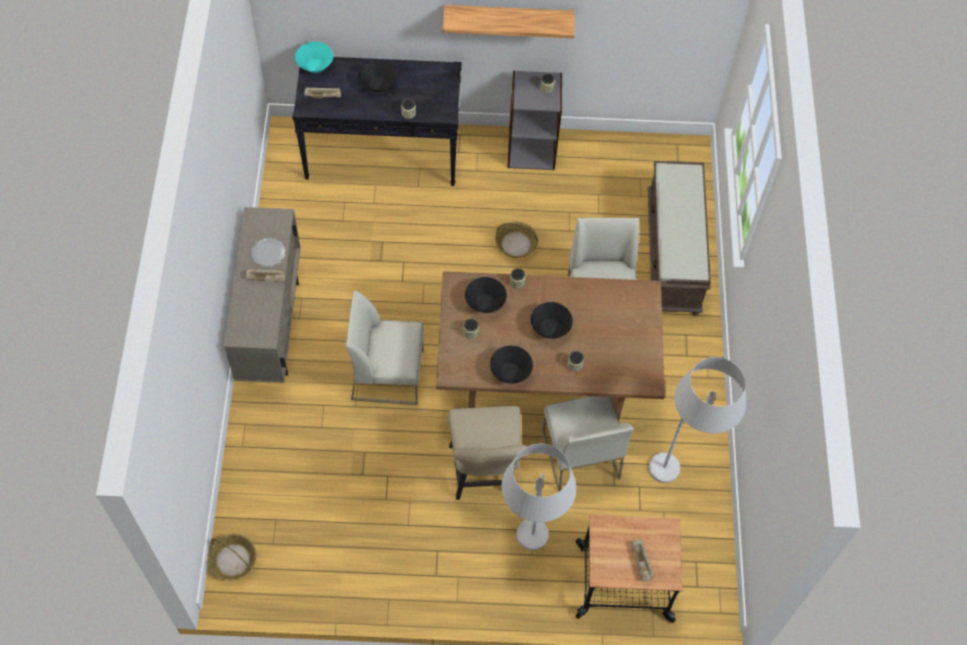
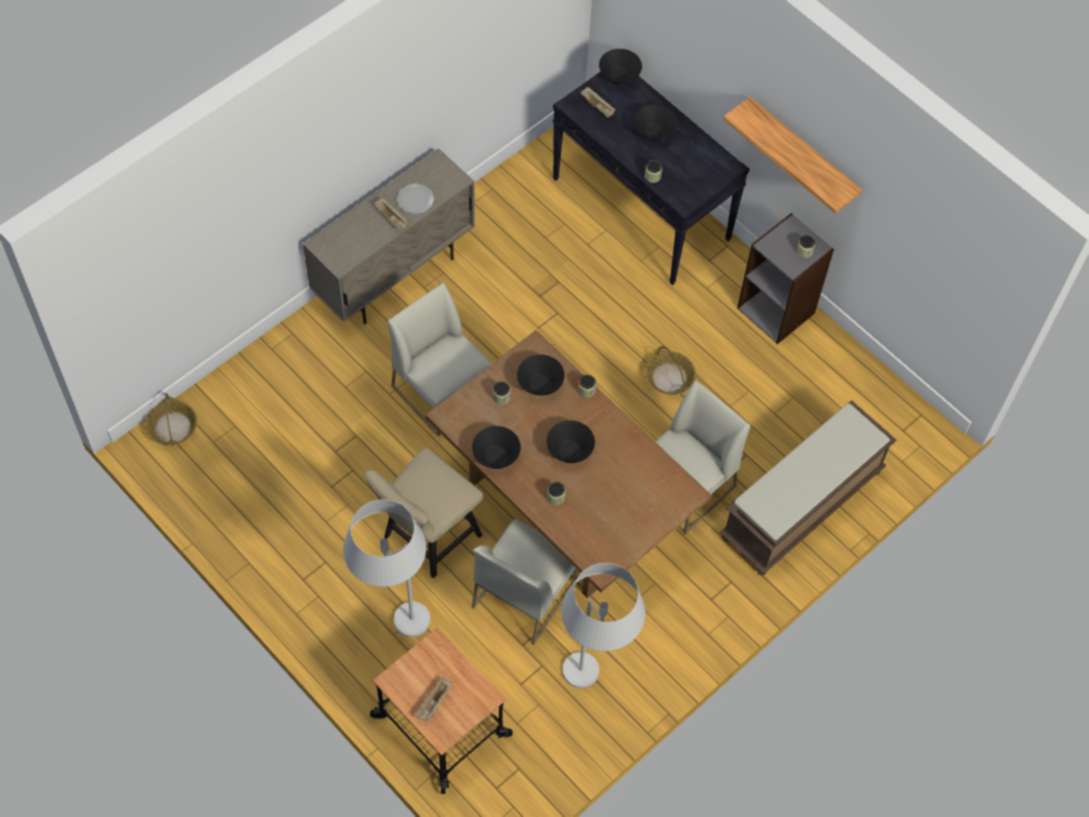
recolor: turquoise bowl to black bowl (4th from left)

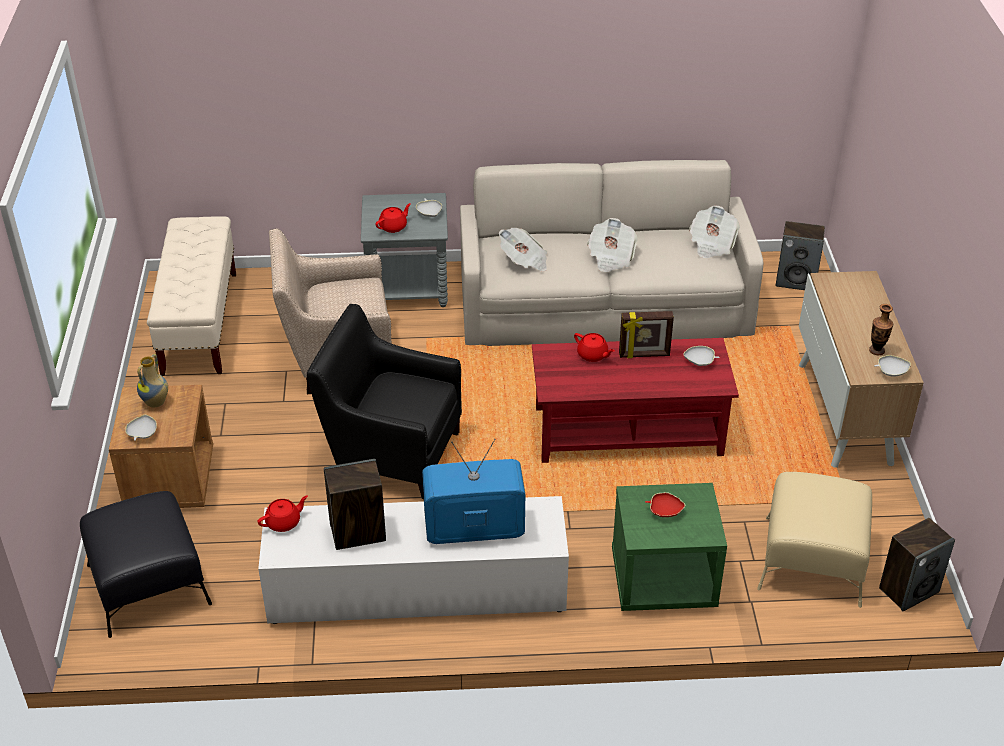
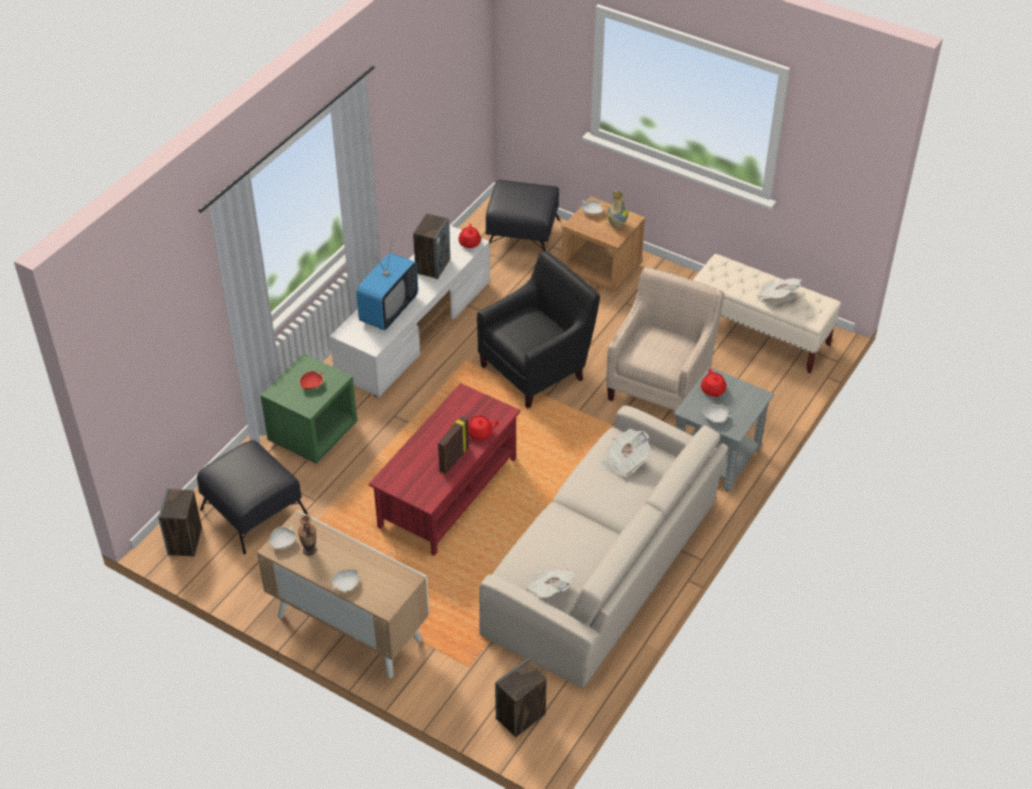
move: white bowl (3rd from left in the first image) to white bowl (2nd from left); newspaper (2nd from left in the first image) to newspaper (3rd from left)
recolor: beige ottoman to black ottoman (1st from left)

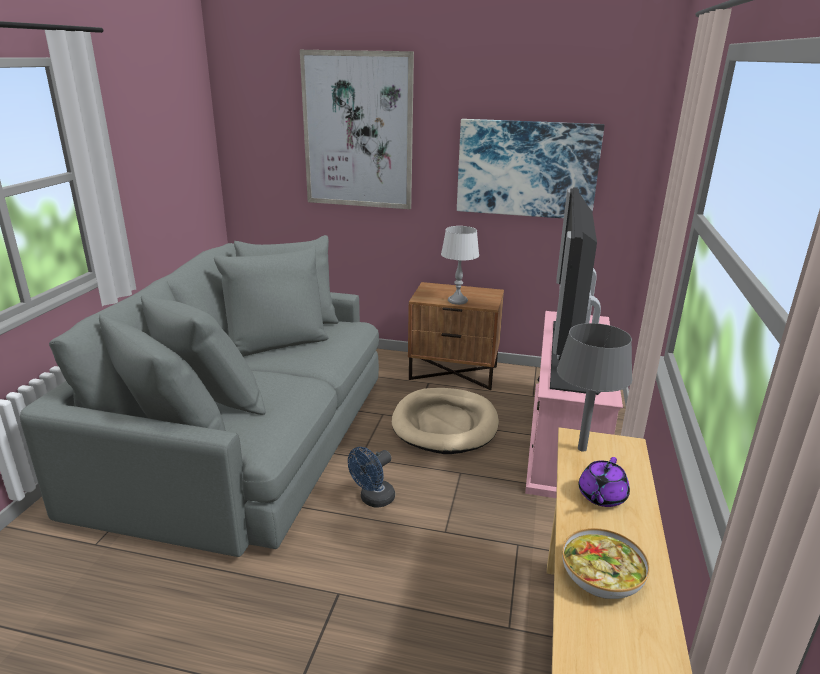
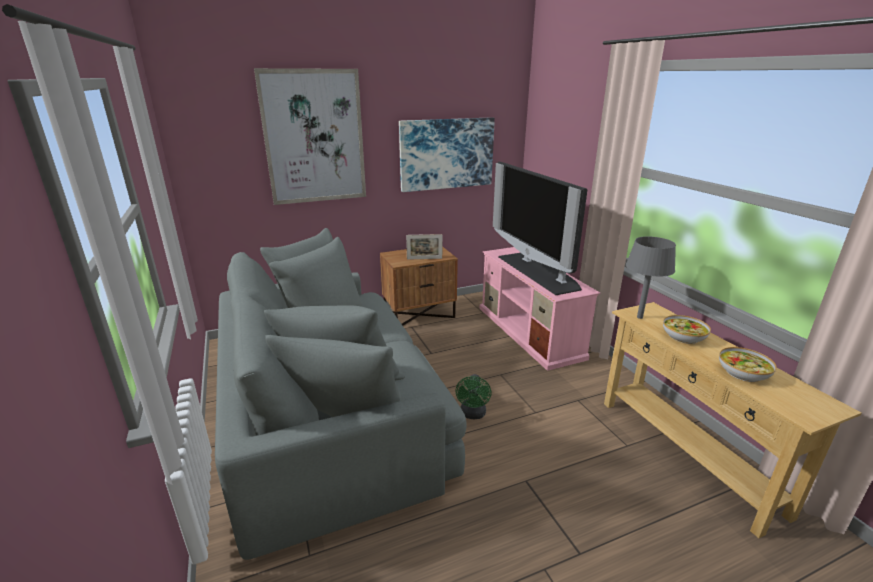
delete: beige dog bed
replace: grey table lamp (1st from left) to picture frame; purple teapot to bowl (1st from left)
recolor: blue fan to green fan

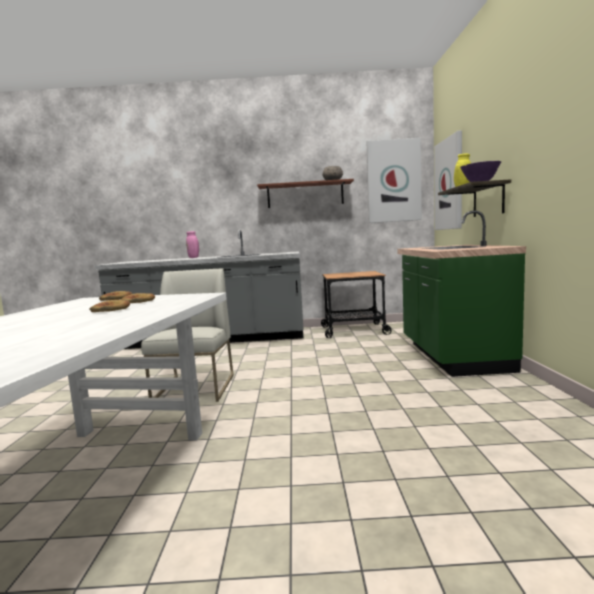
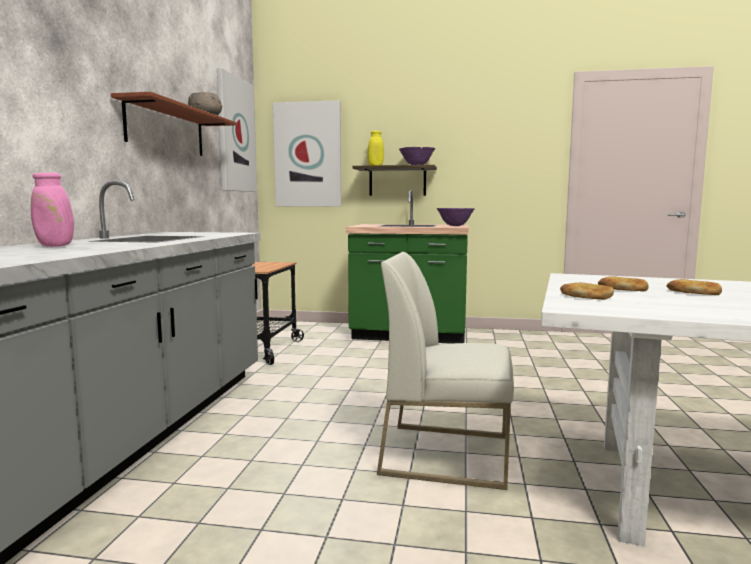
insert: purple bowl (2nd from left)

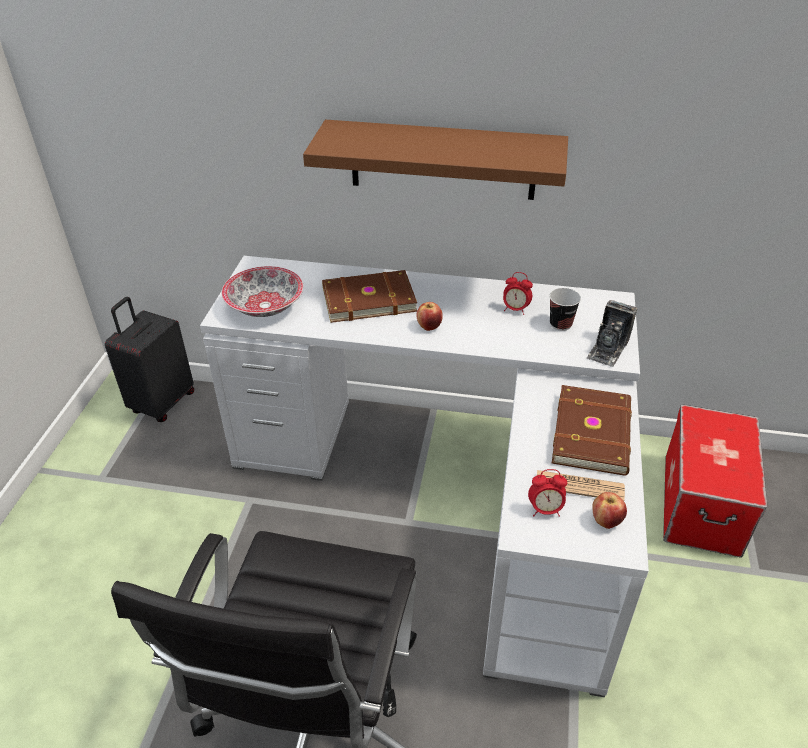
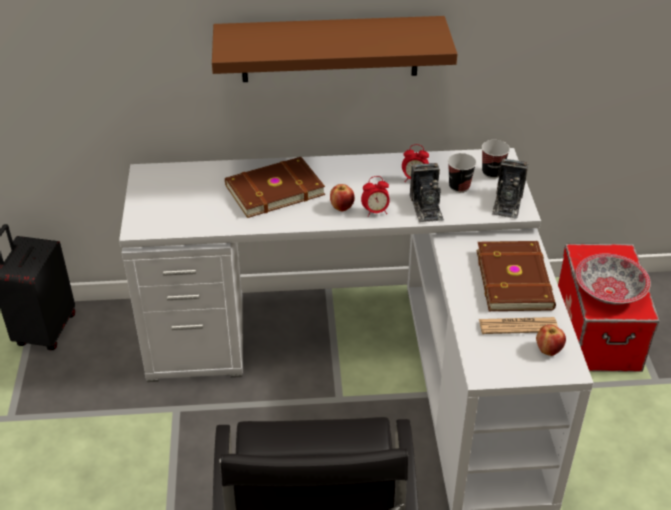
insert: photo camera (1st from left); cup (2nd from left)
move: alarm clock (2nd from left in the first image) to alarm clock (1st from left); bowl

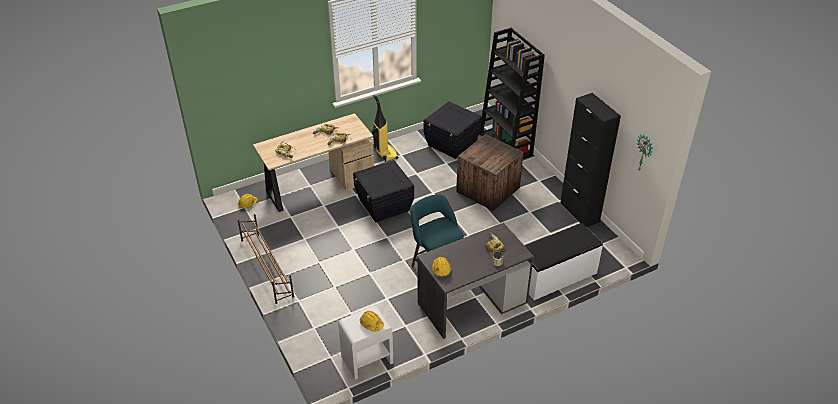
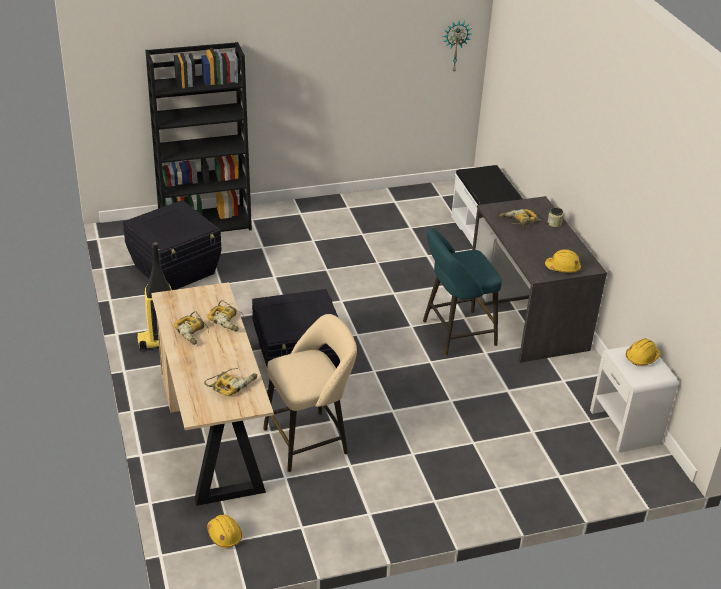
delete: brown shoe rack; crate; black cabinet
insert: beige stool

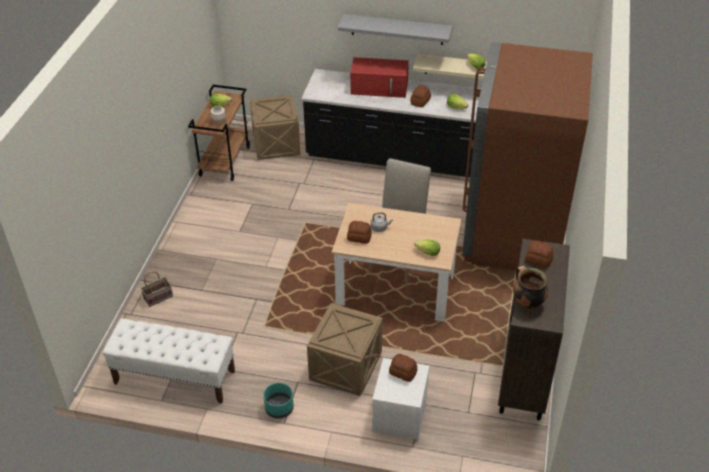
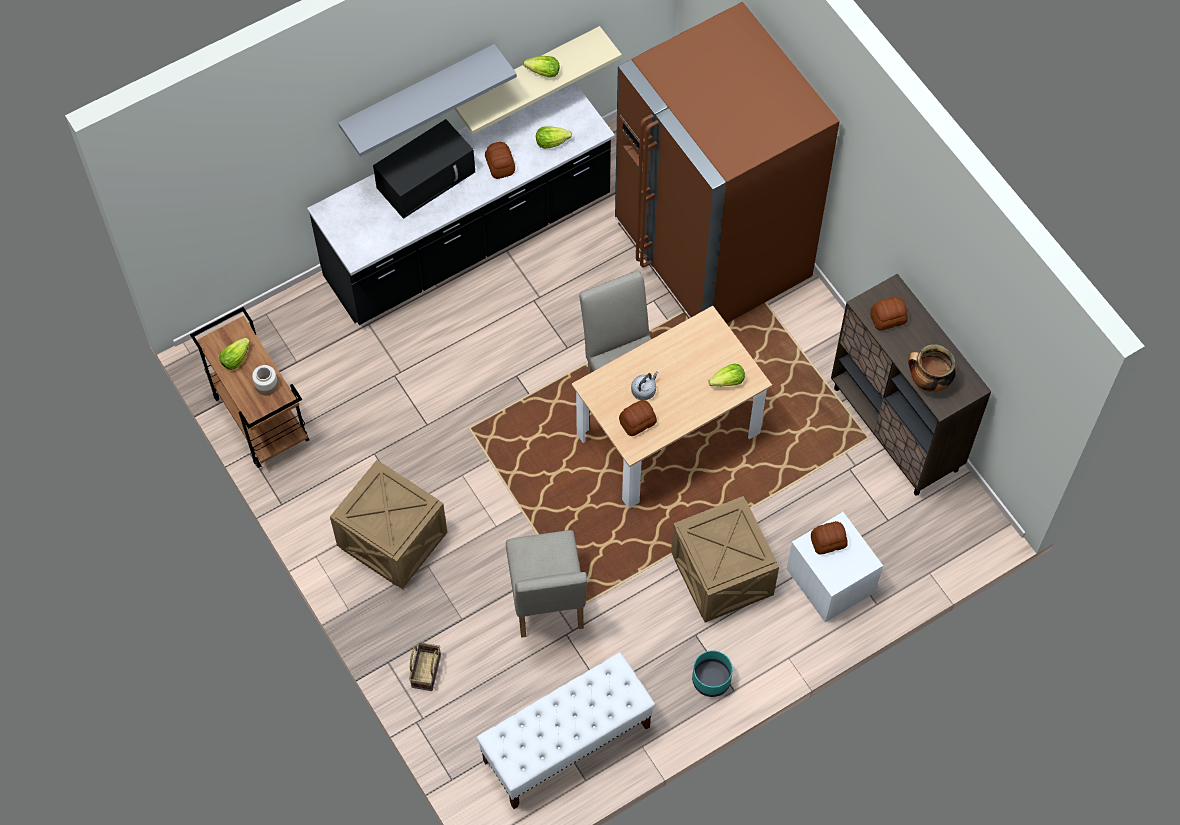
insert: beige chair (1st from left)
move: crate (1st from left)
recolor: red microwave to black microwave

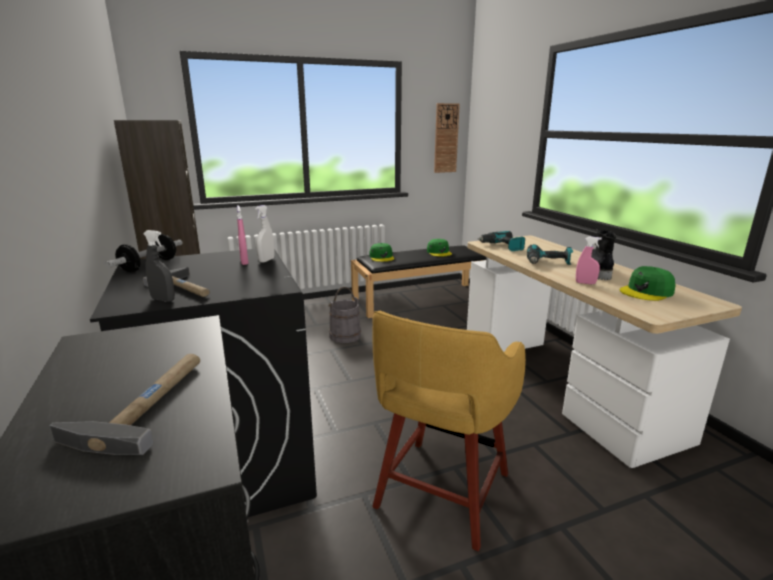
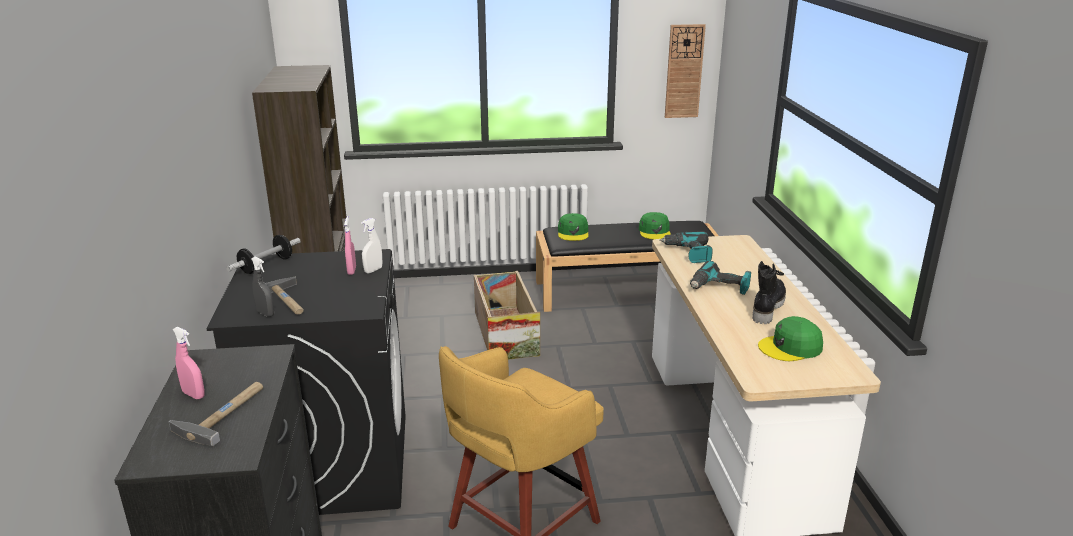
move: pink spray bottle (2nd from left in the first image) to pink spray bottle (1st from left)
replace: grey bucket to crate

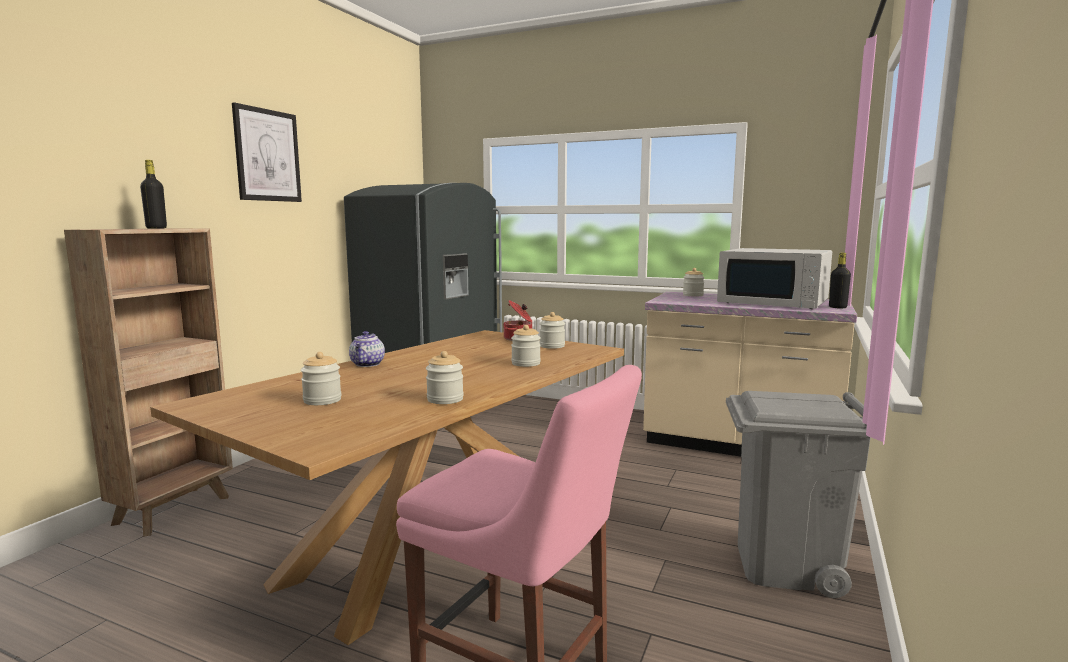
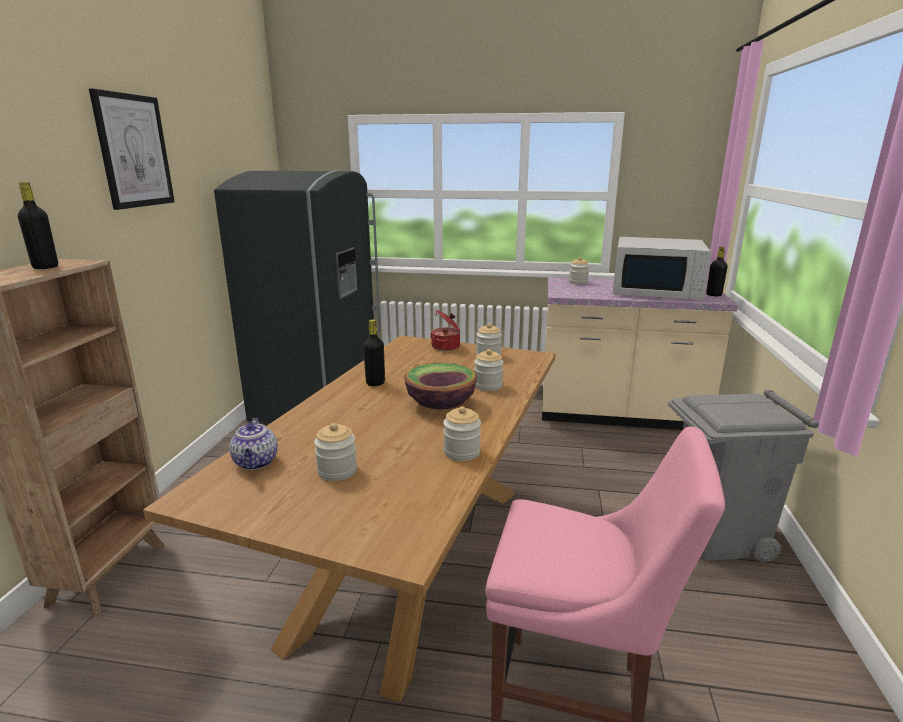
insert: black bottle (2nd from left); bowl
move: teapot

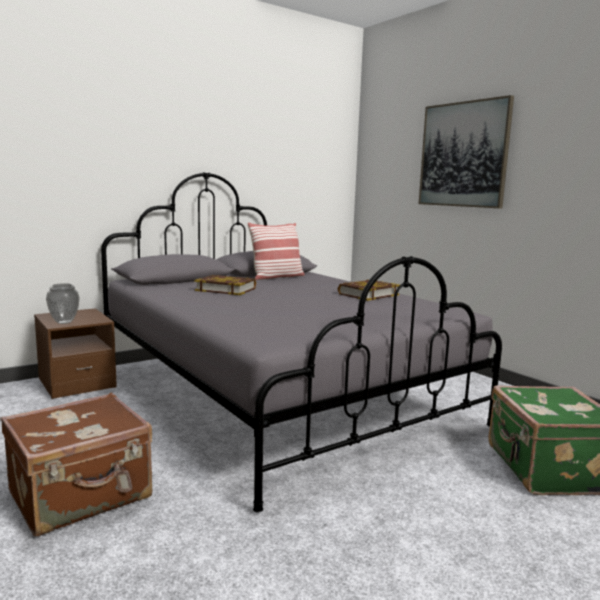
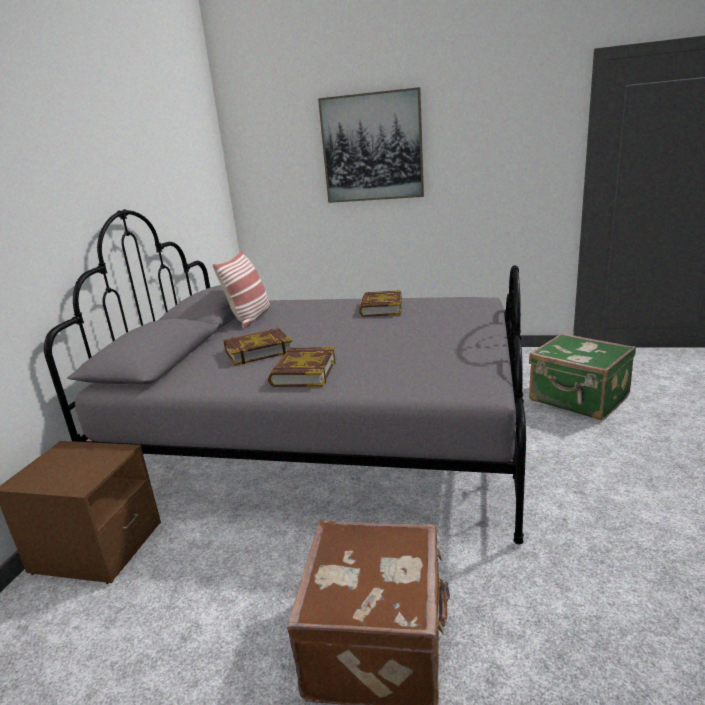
delete: vase
insert: book (2nd from left)

